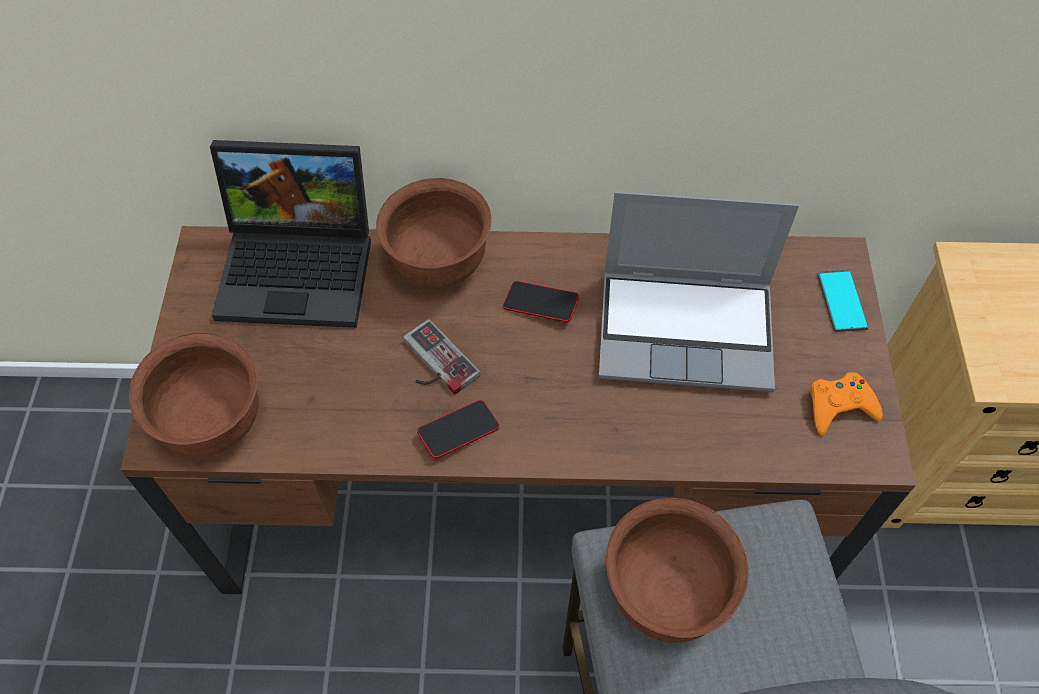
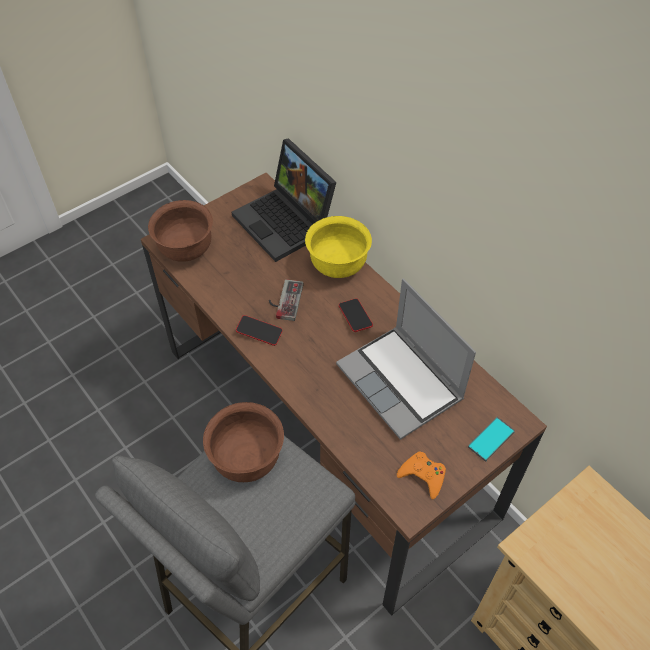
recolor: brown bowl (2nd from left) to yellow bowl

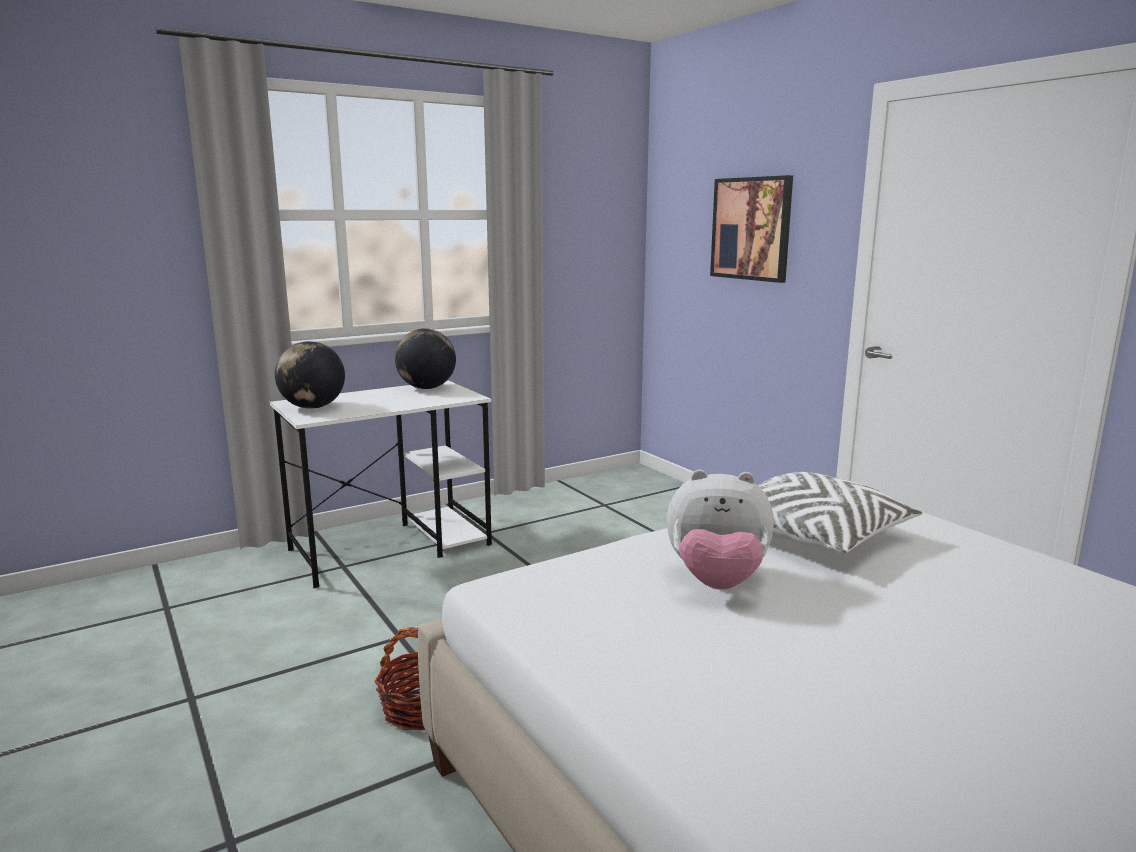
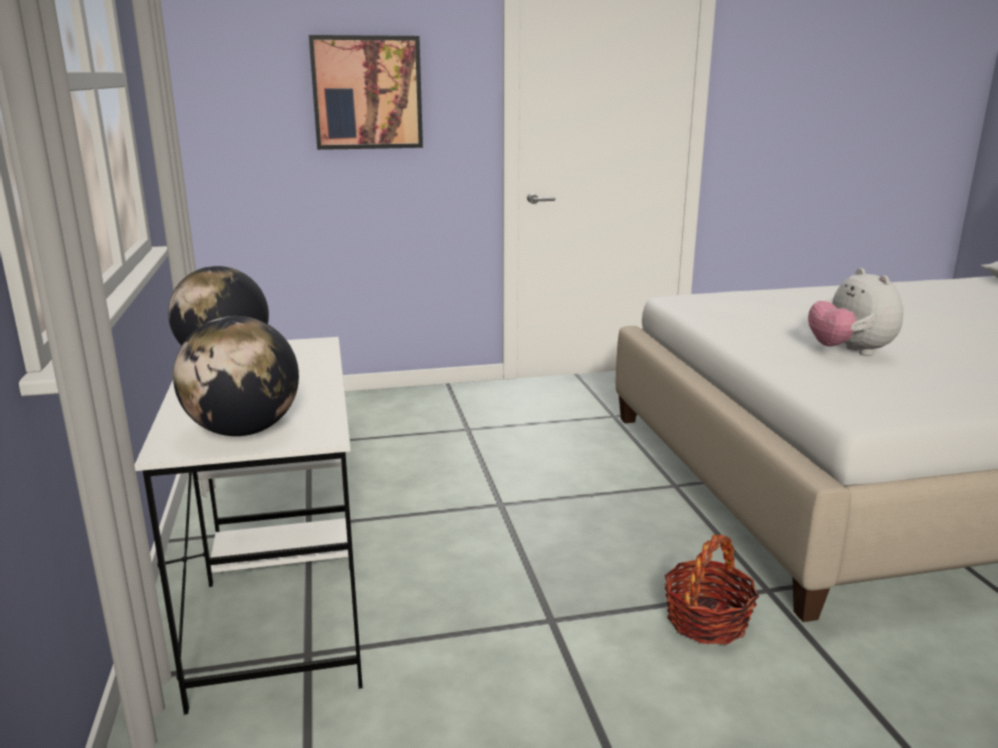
delete: white pillow
rotate: plush toy 135 degrees clockwise

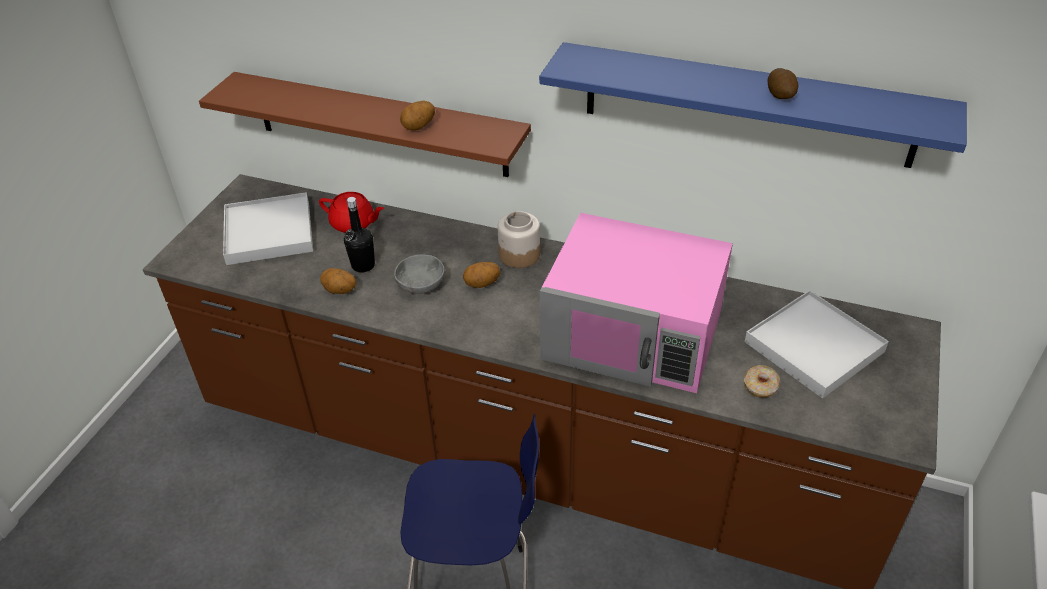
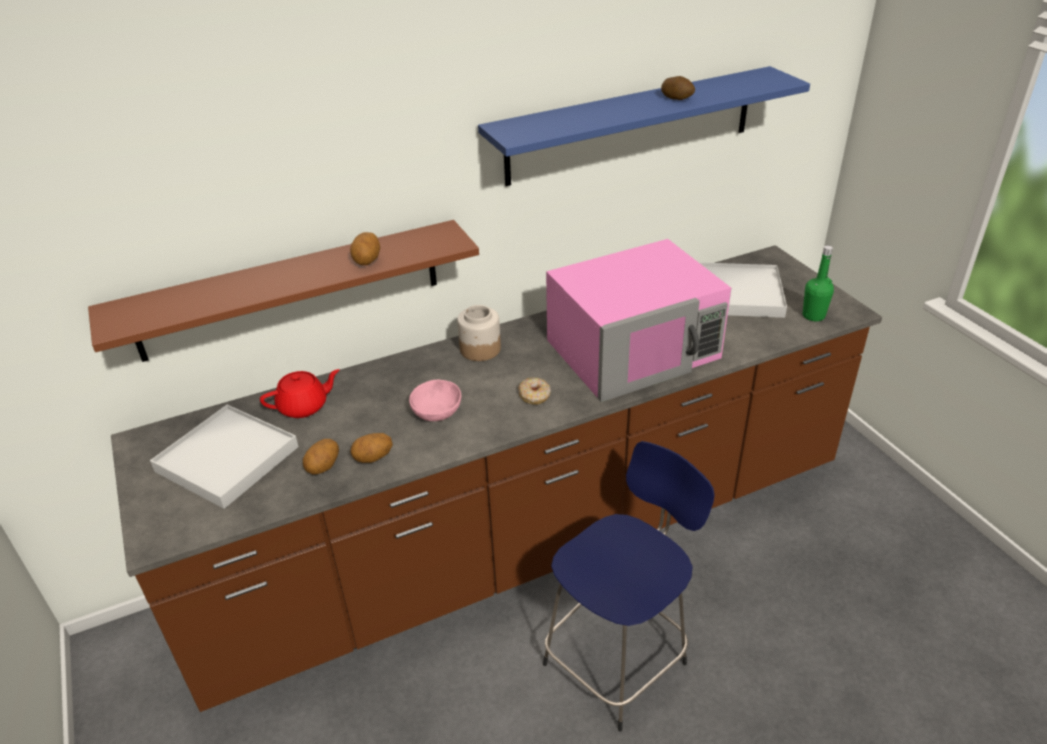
delete: black bottle
insert: green bottle
move: potato (3rd from left in the first image) to potato (1st from left); donut
recolor: grey bowl to pink bowl

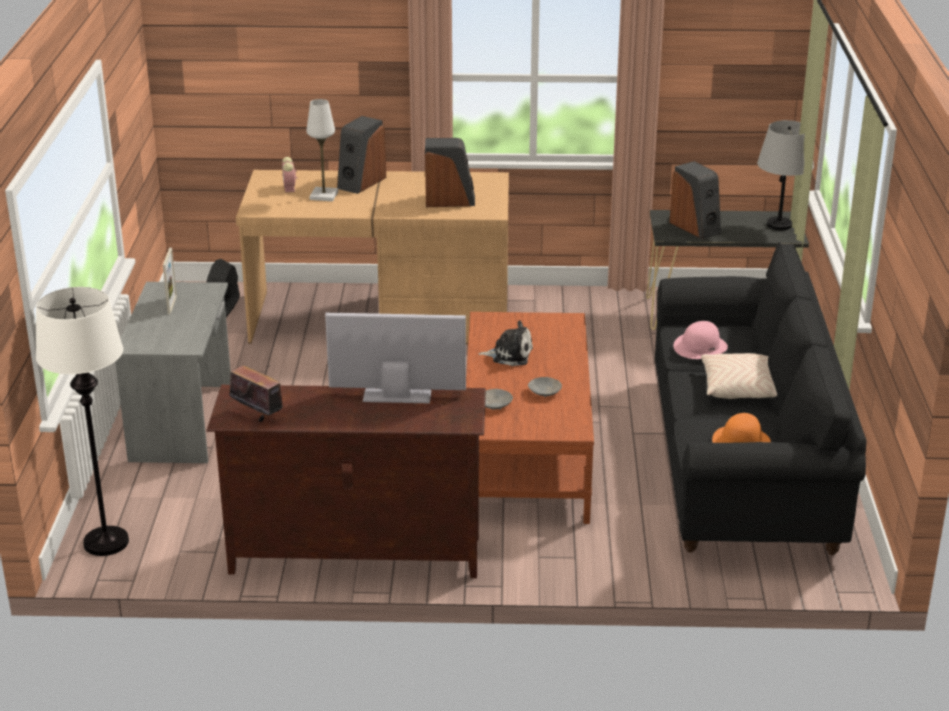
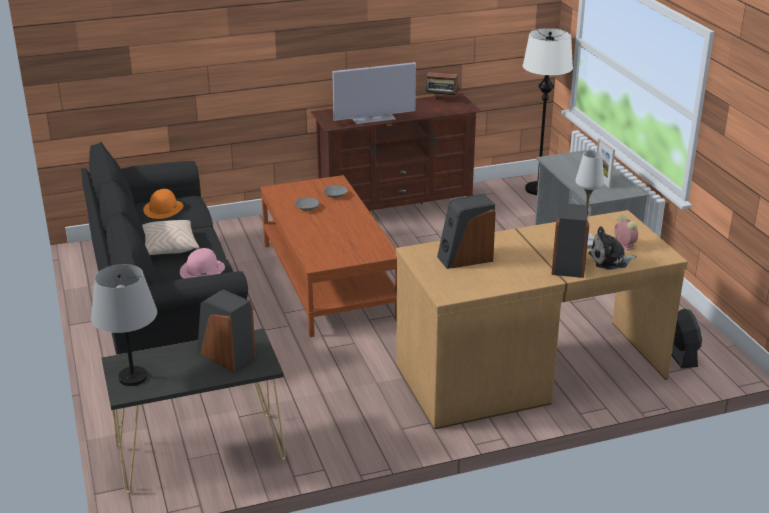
move: plush toy

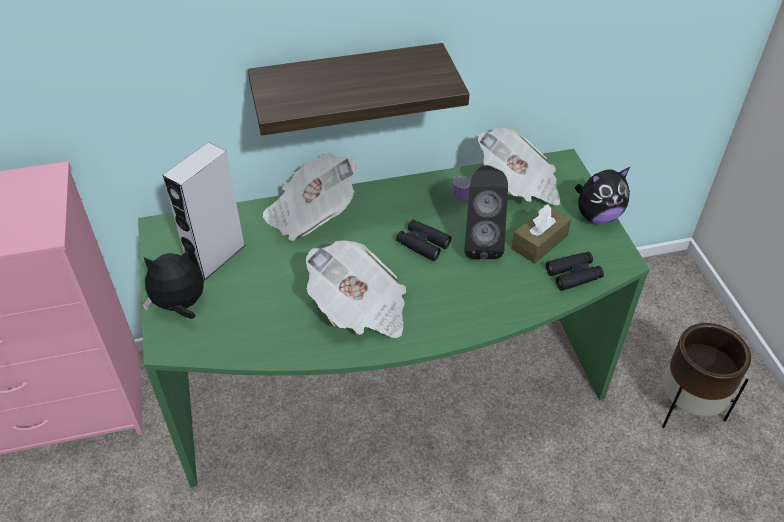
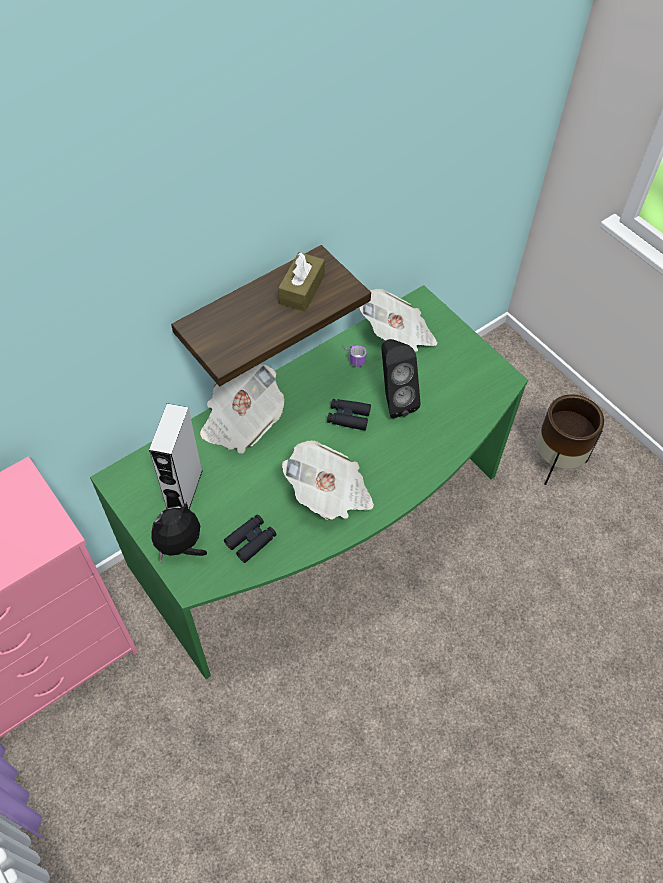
delete: plush toy (2nd from left)
move: black binoculars (2nd from left in the first image) to black binoculars (1st from left); brown tissue box

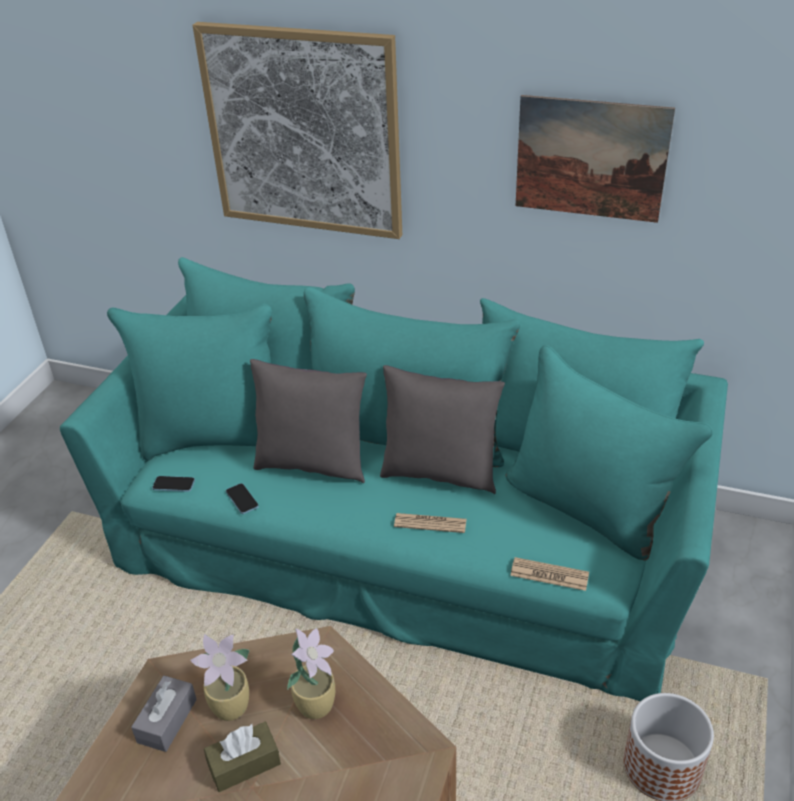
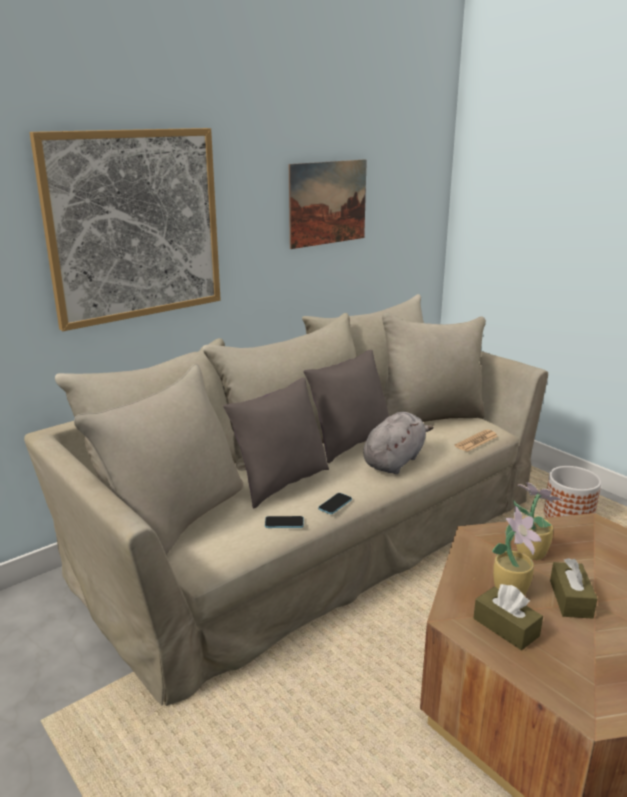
move: phone (1st from left in the first image) to phone (2nd from left)
replace: newspaper (1st from left) to grey plush toy
recolor: turquoise sofa to beige sofa; grey tissue box to brown tissue box (1st from left)

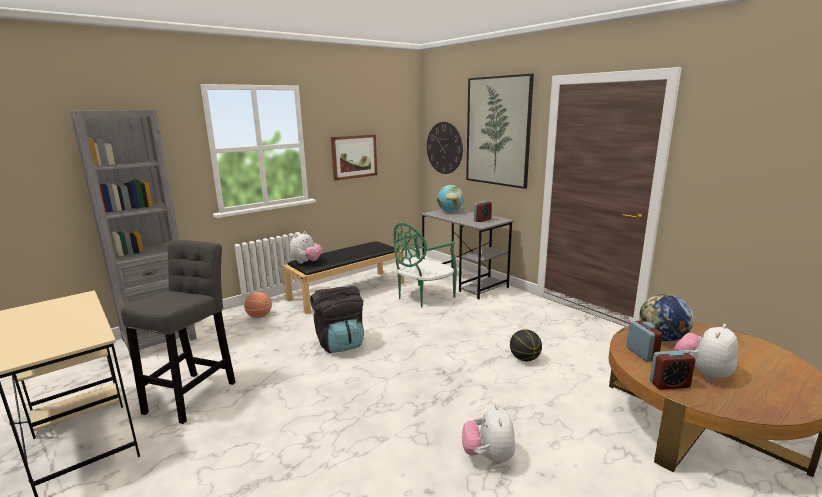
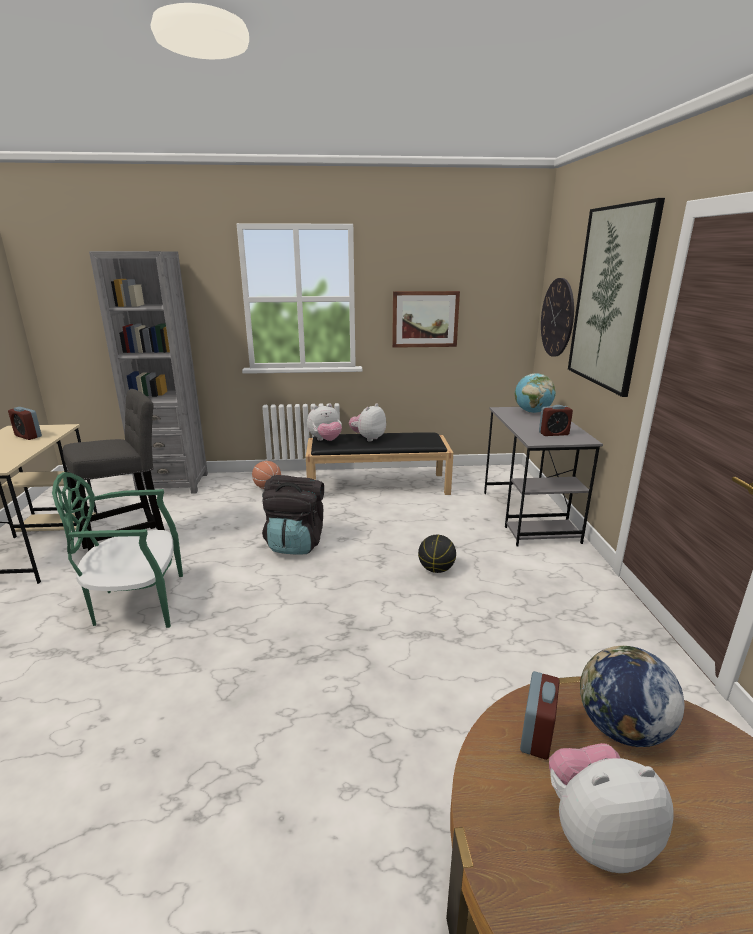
move: alarm clock (3rd from left in the first image) to alarm clock (1st from left); green chair; plush toy (2nd from left); basketball (2nd from left)

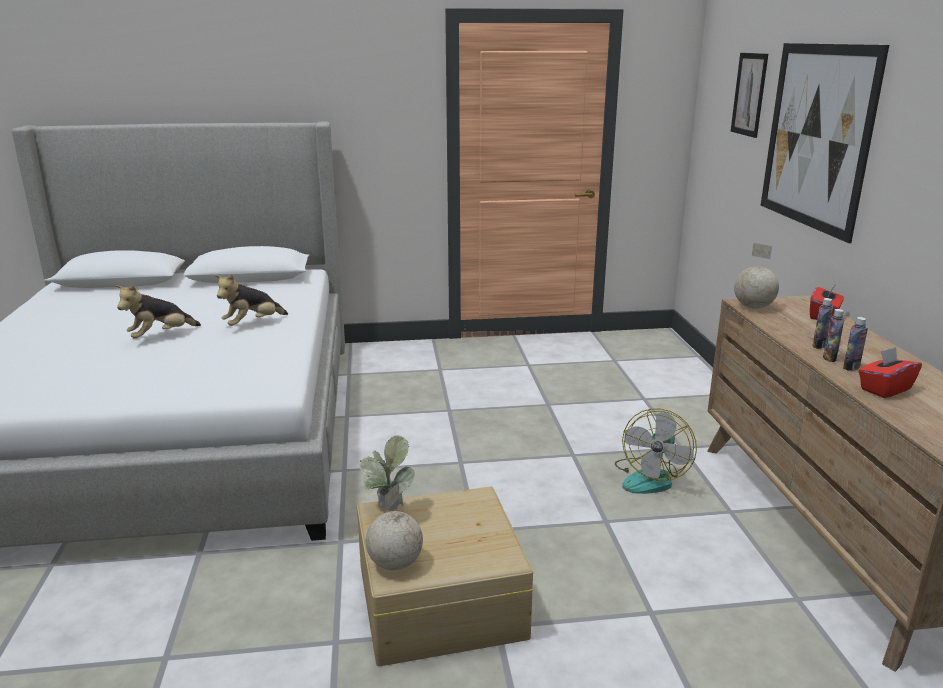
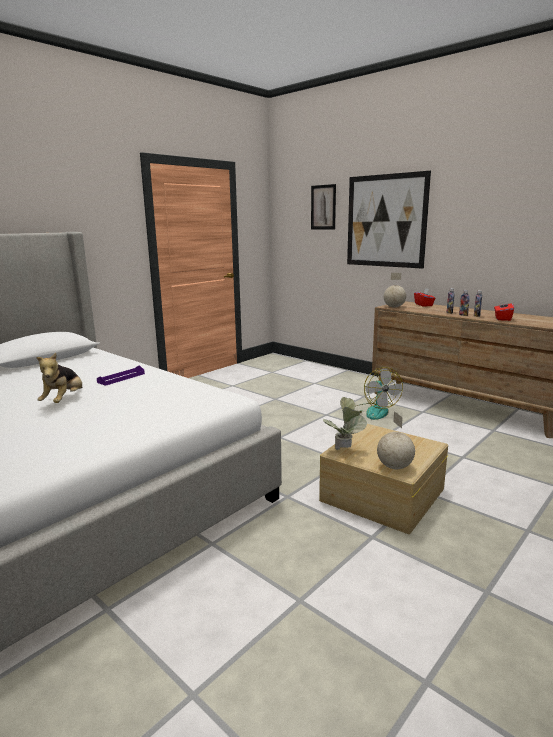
replace: plush toy (2nd from left) to purple tray

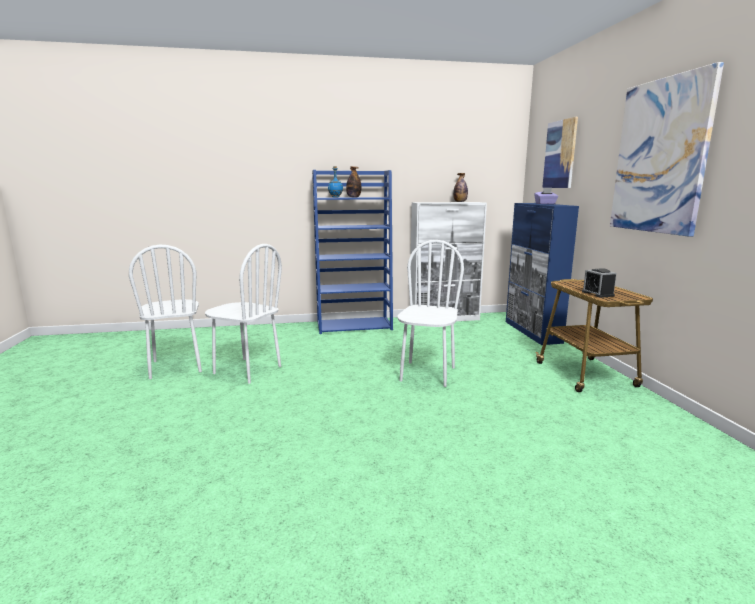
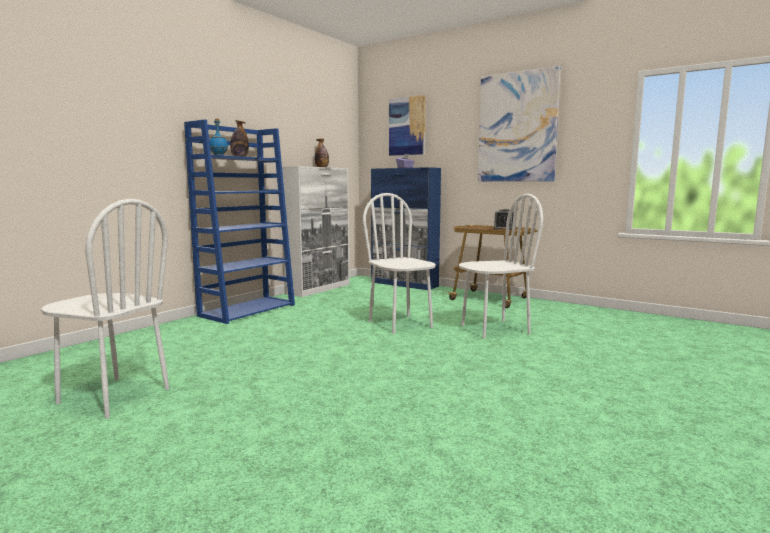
move: white chair (2nd from left in the first image) to white chair (3rd from left)

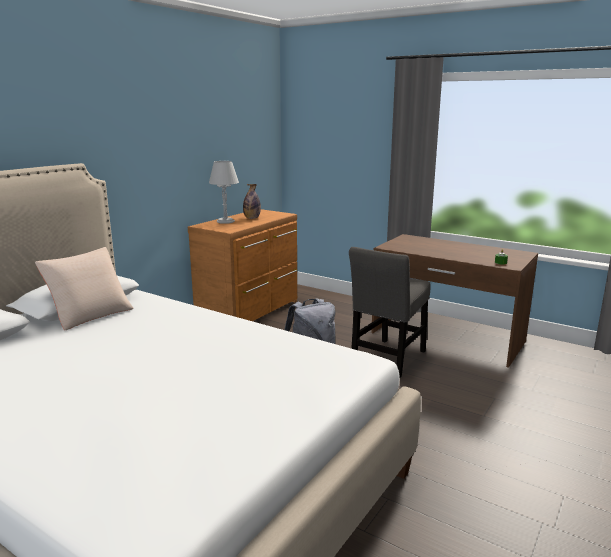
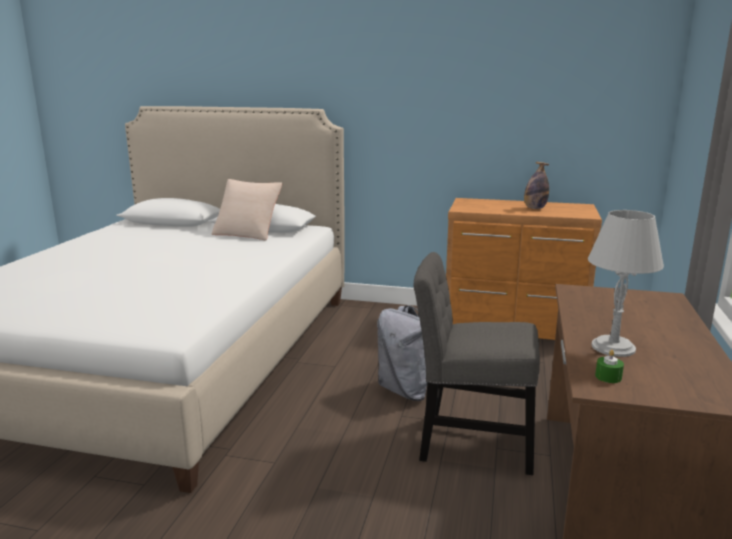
move: grey table lamp

